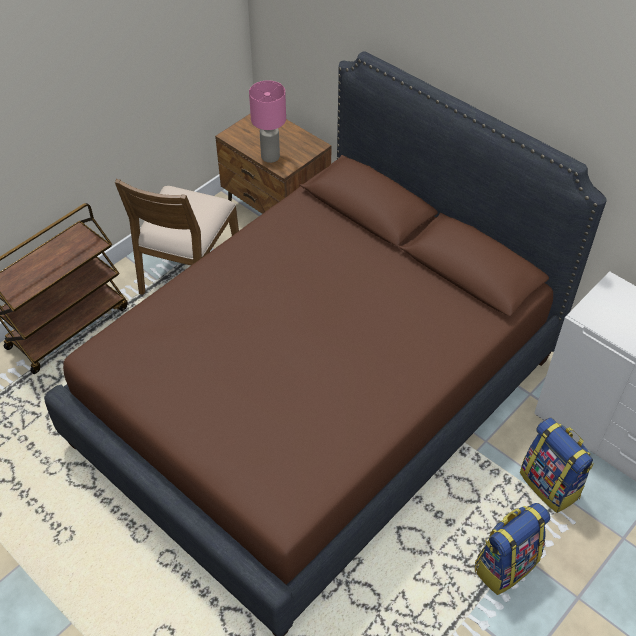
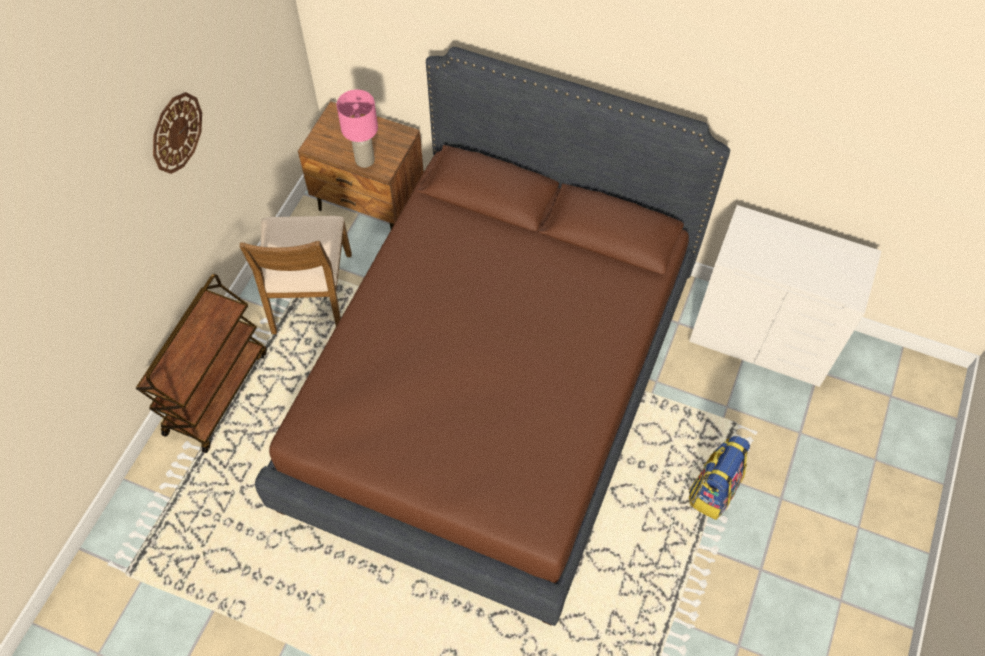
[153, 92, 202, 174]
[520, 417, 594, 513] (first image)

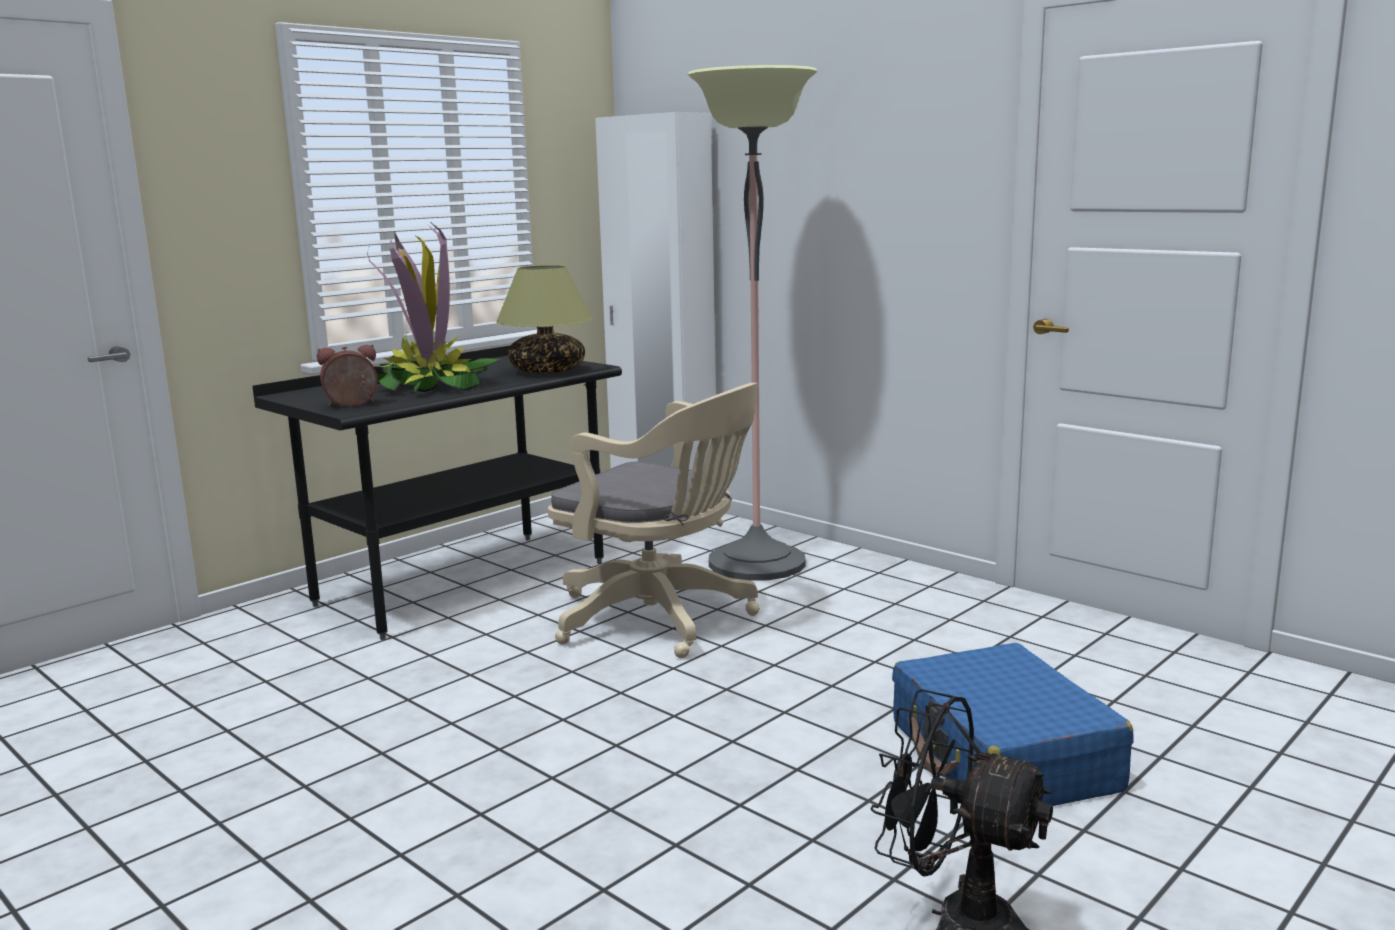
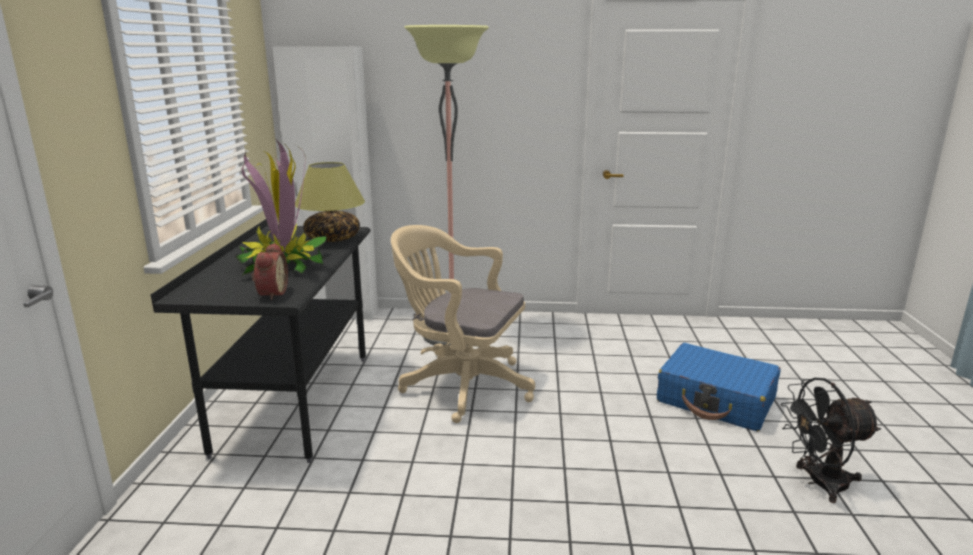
[252, 243, 288, 300]
[391, 225, 535, 423]

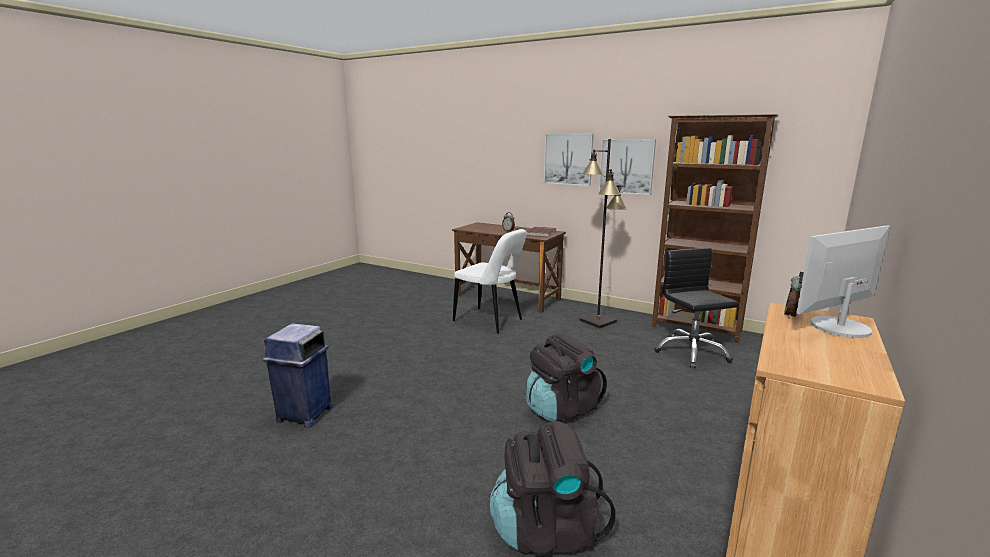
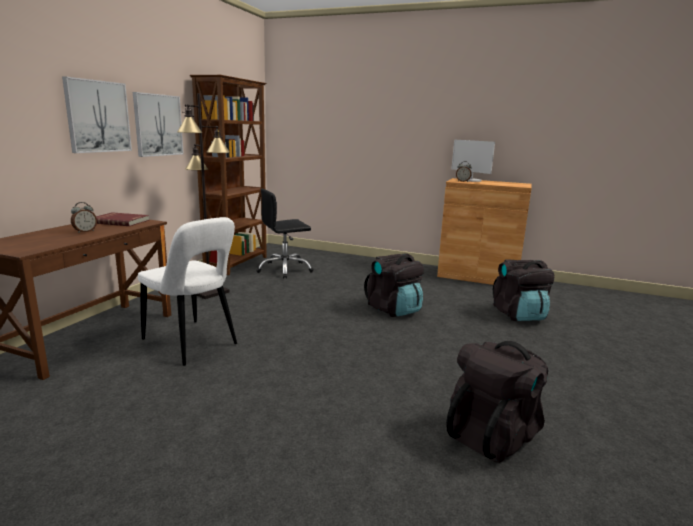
[138, 217, 237, 366]
[446, 341, 548, 463]

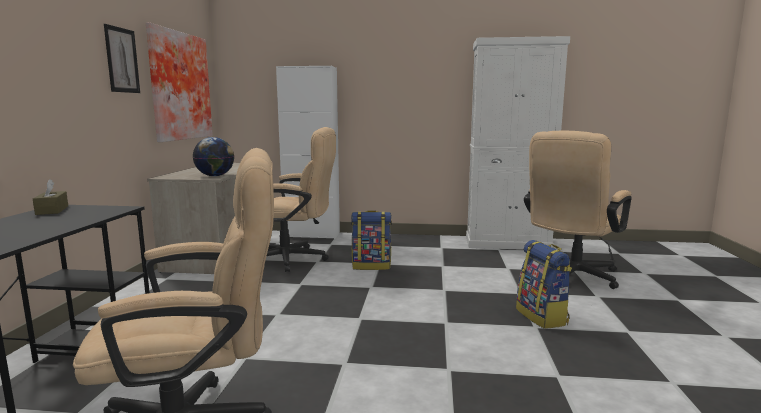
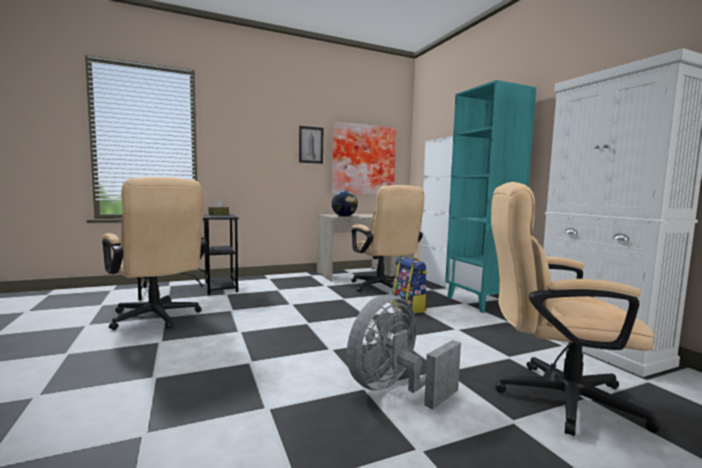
[347, 295, 461, 409]
[445, 80, 536, 313]

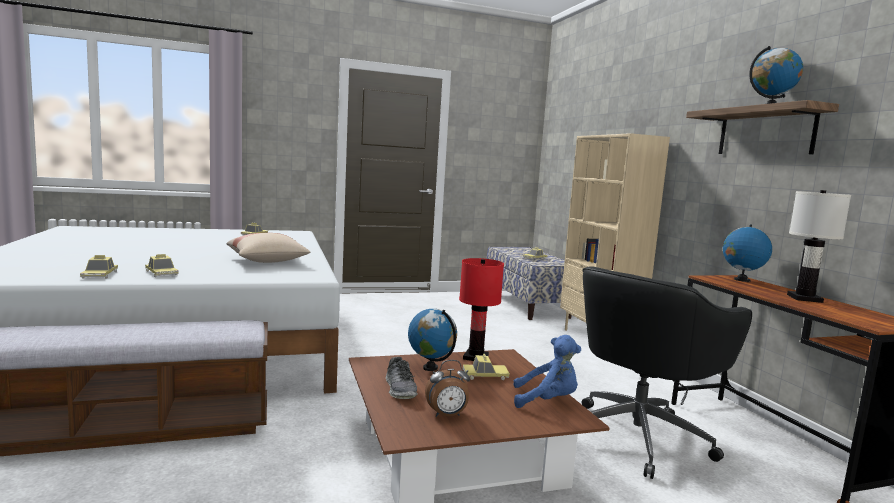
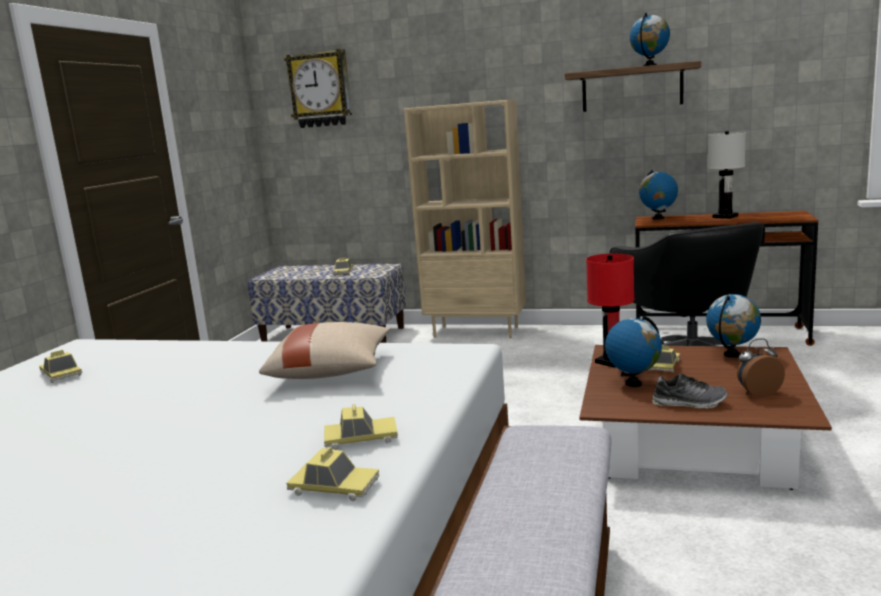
[284, 49, 352, 128]
[706, 294, 761, 358]
[737, 338, 785, 397]

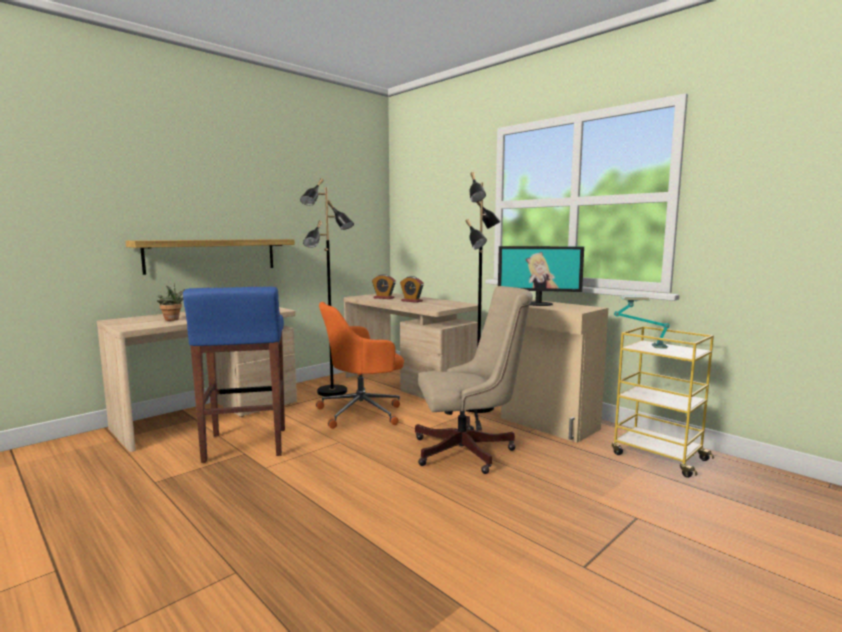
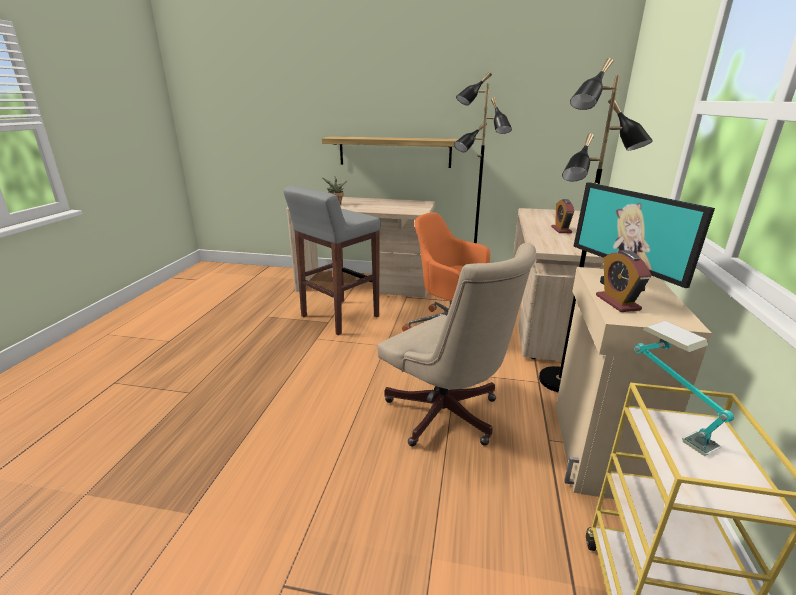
[283, 185, 381, 335]
[596, 250, 651, 312]

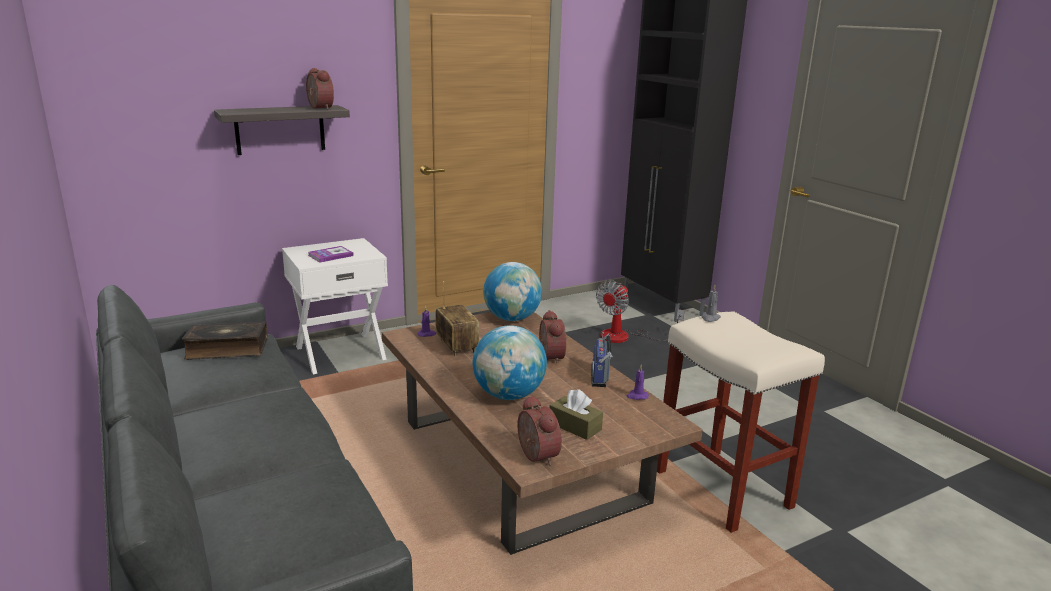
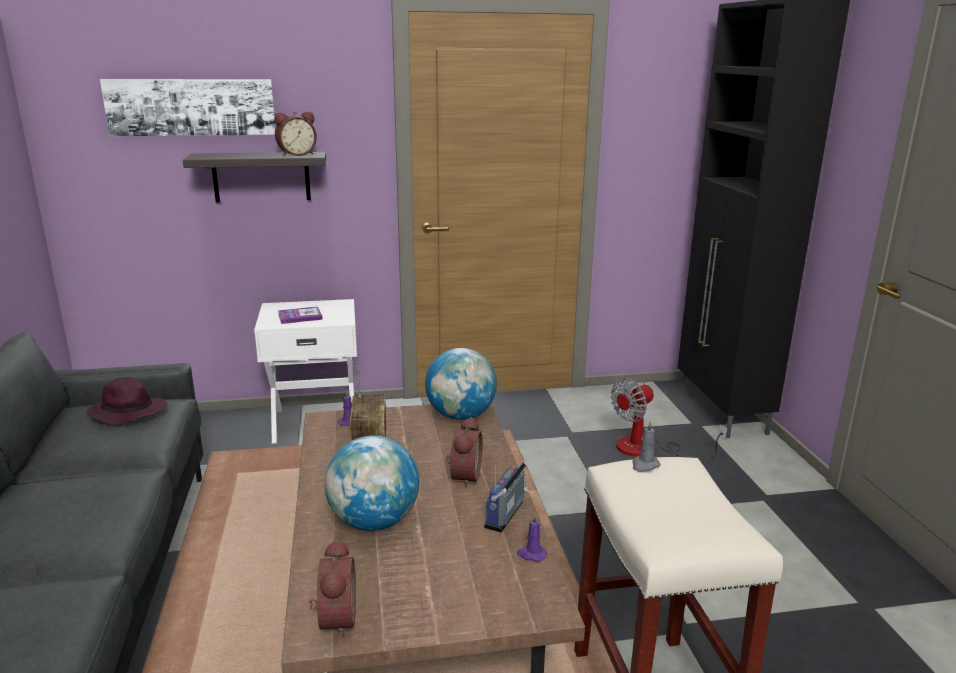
[86, 377, 167, 426]
[100, 79, 276, 136]
[274, 112, 317, 156]
[550, 389, 603, 440] (first image)

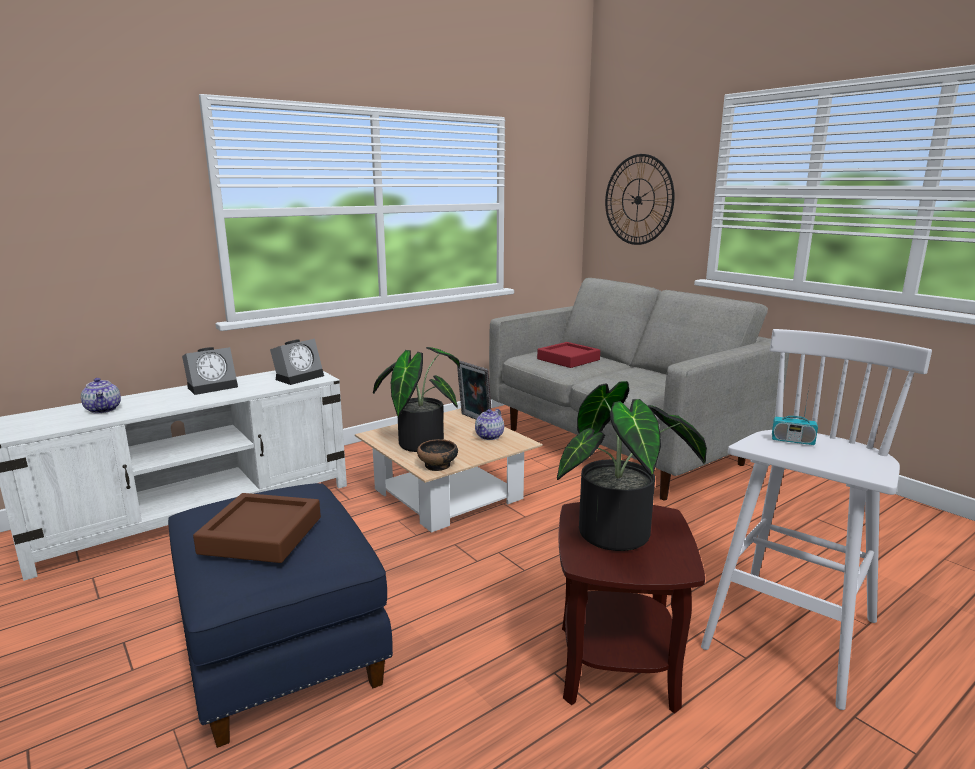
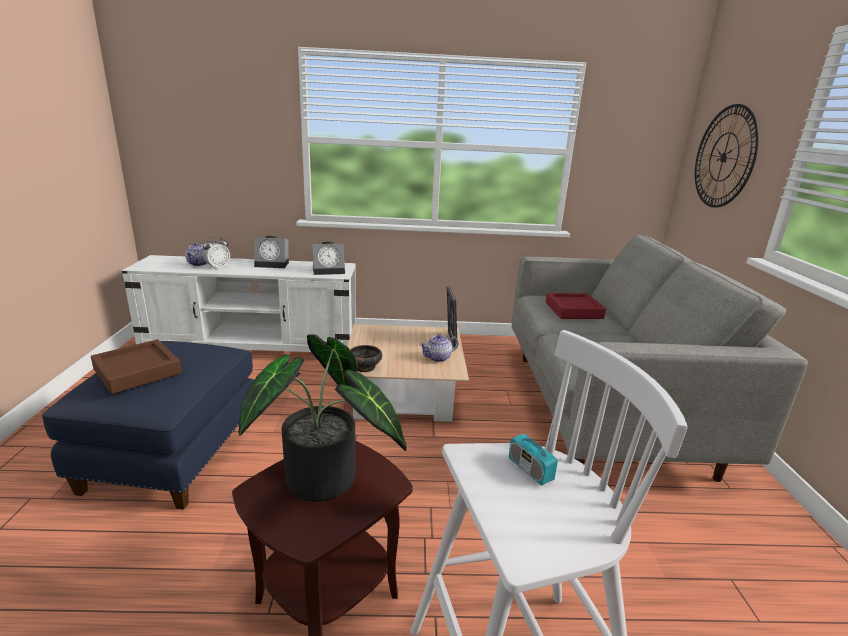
[203, 235, 230, 269]
[373, 347, 460, 452] (first image)

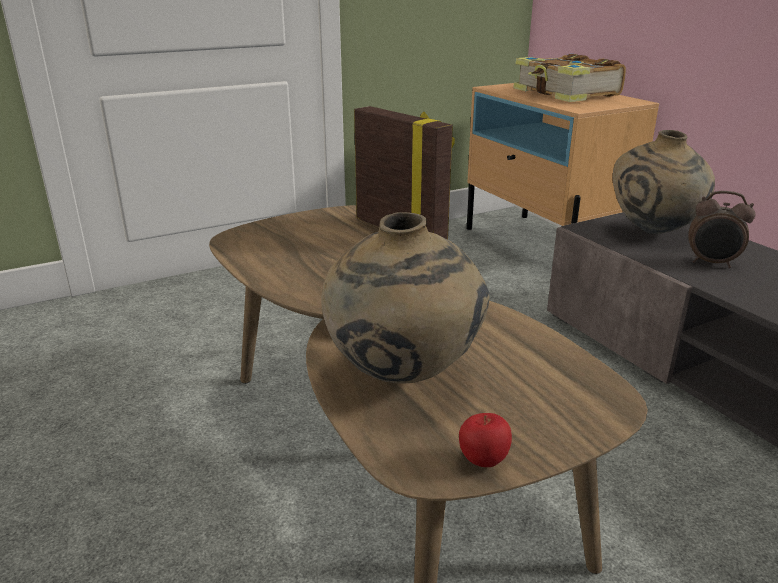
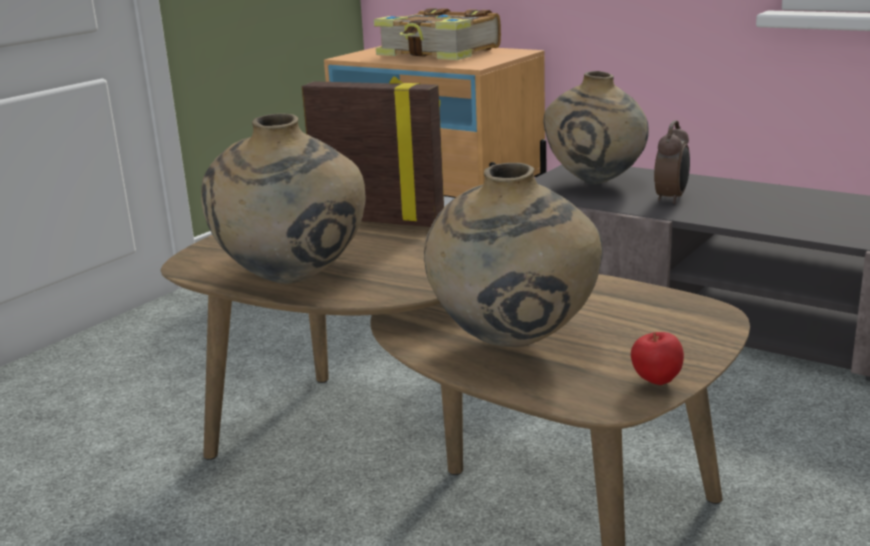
[201, 113, 365, 284]
[654, 120, 690, 204]

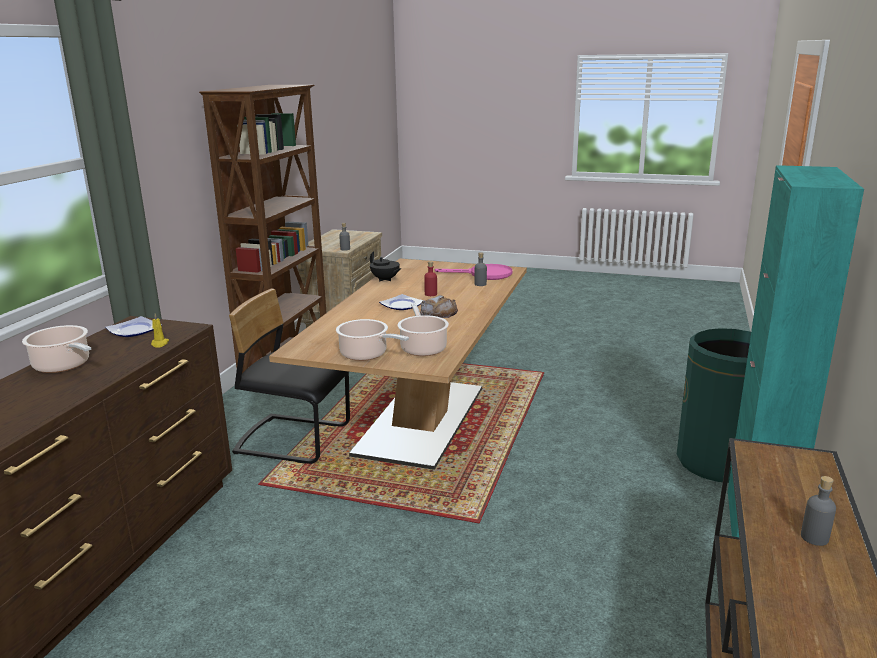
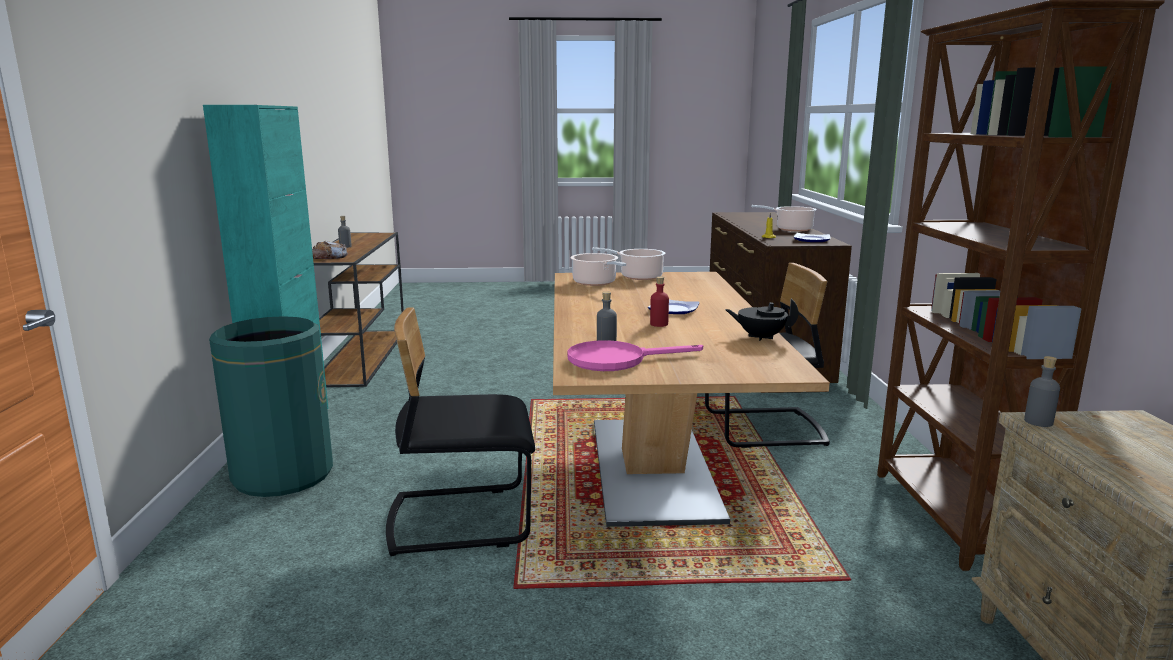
[312, 241, 348, 259]
[386, 307, 535, 556]

